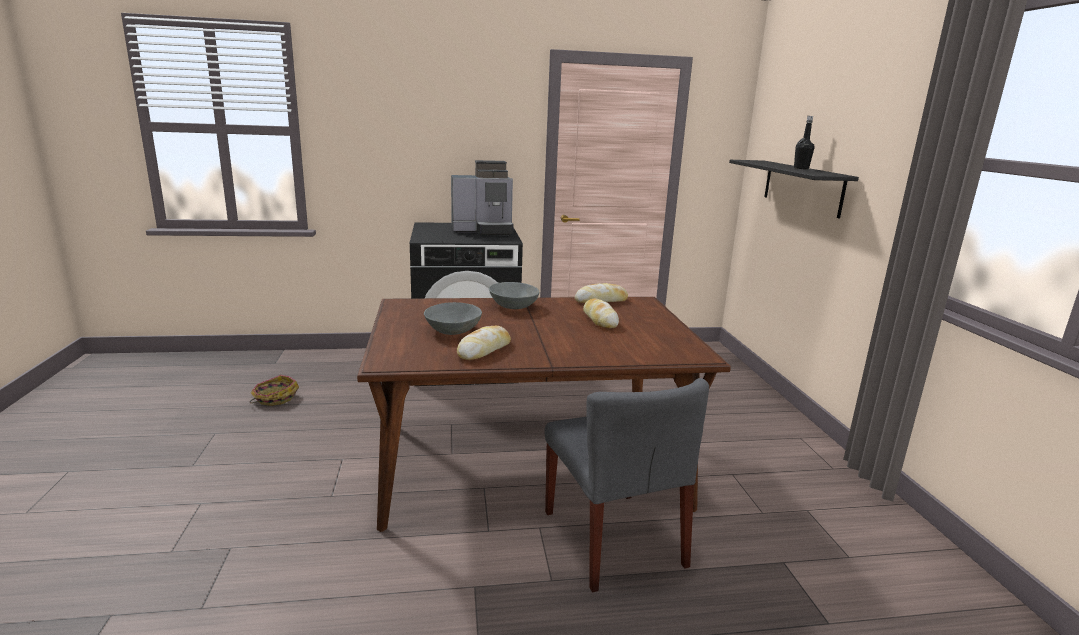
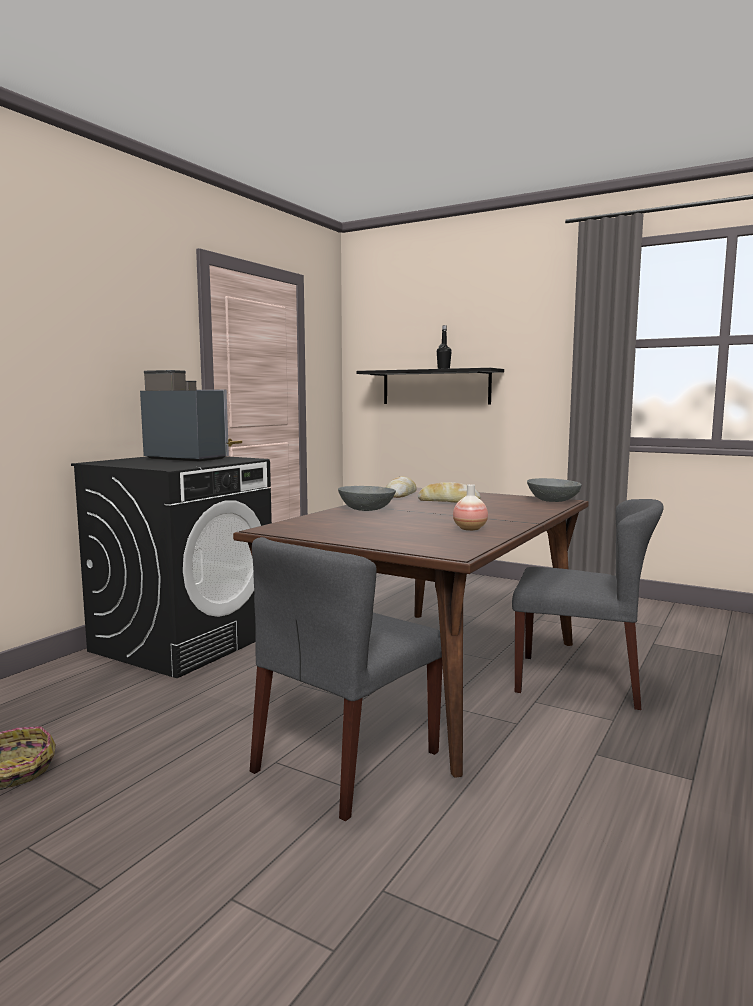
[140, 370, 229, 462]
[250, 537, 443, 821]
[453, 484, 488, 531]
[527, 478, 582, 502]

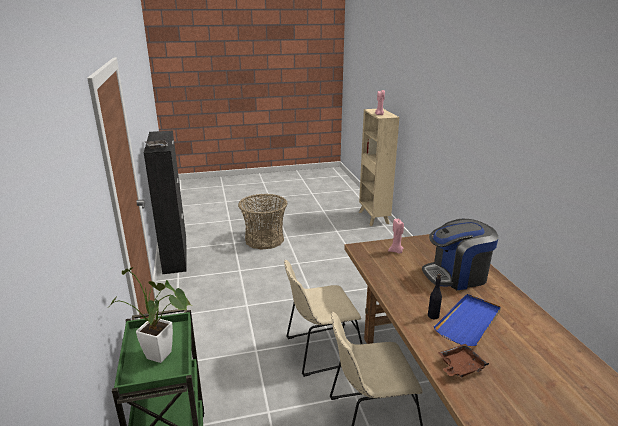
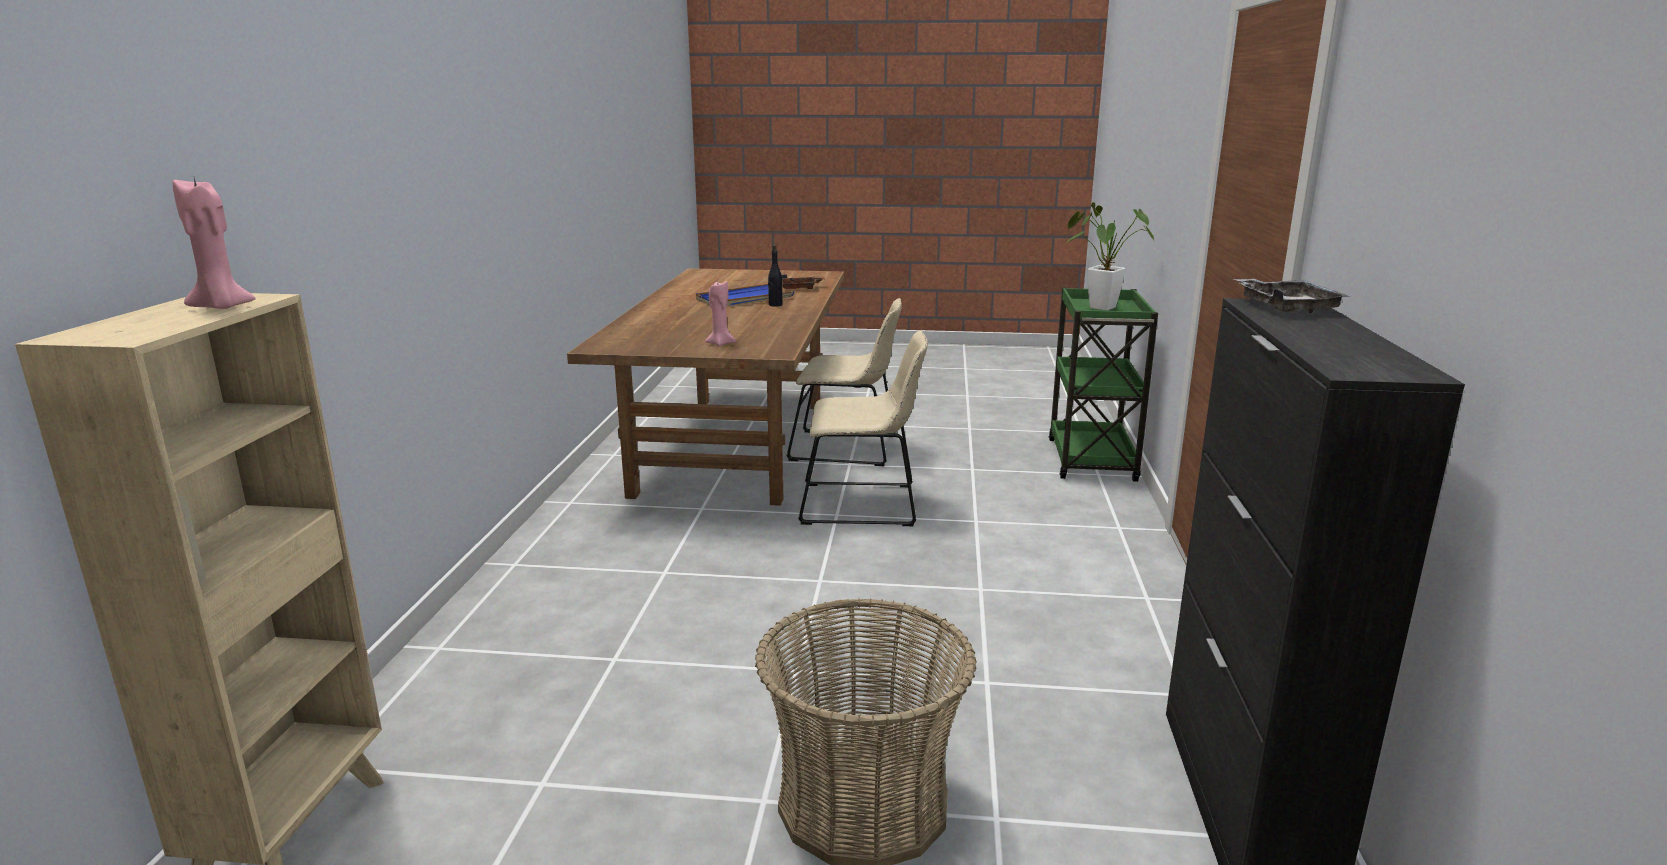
[422, 219, 498, 290] (first image)

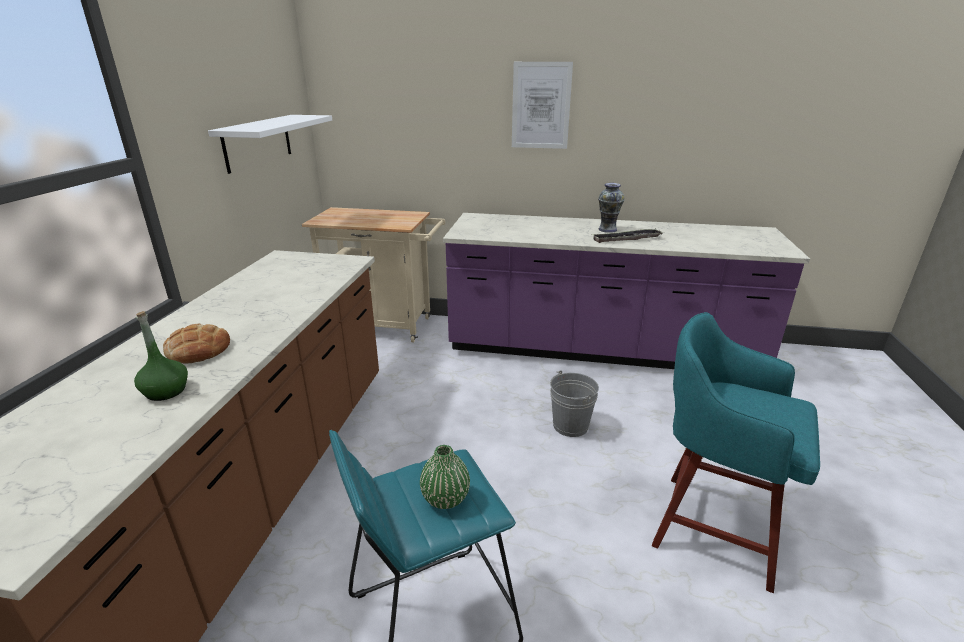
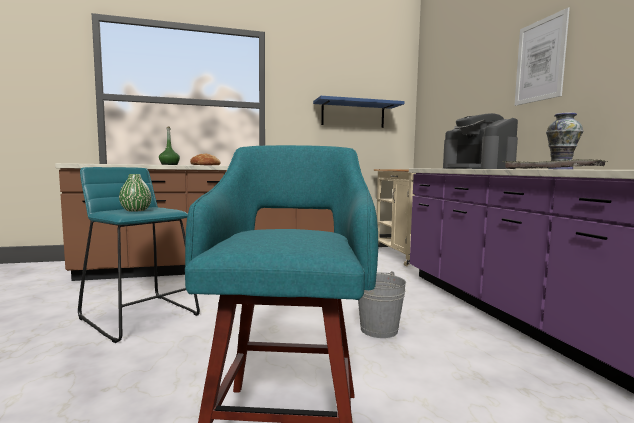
[313, 96, 404, 128]
[443, 113, 518, 169]

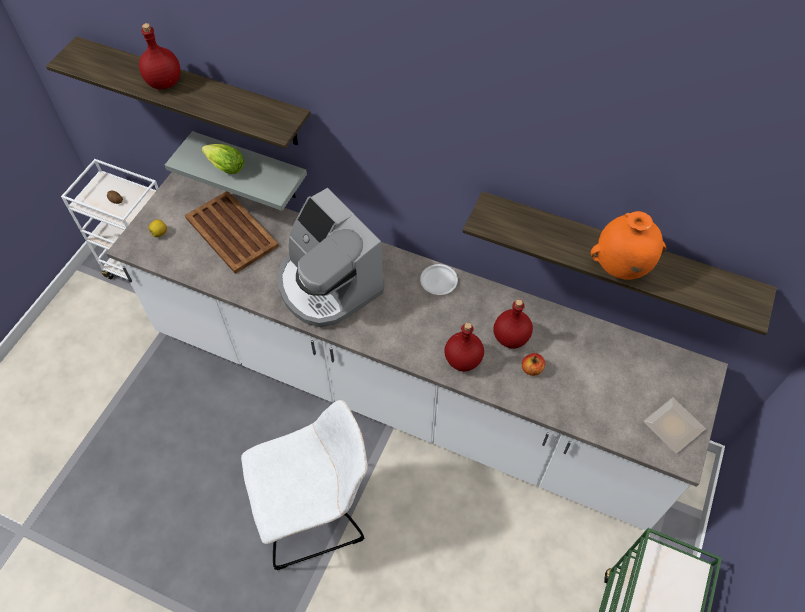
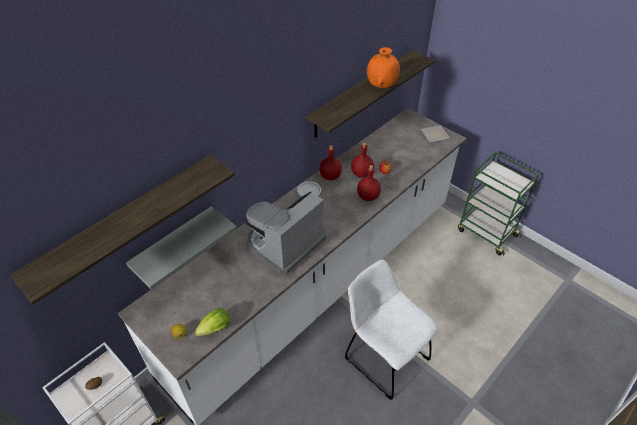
[195, 308, 230, 337]
[245, 191, 326, 274]
[319, 145, 342, 180]
[345, 259, 439, 400]
[185, 191, 279, 274] (first image)

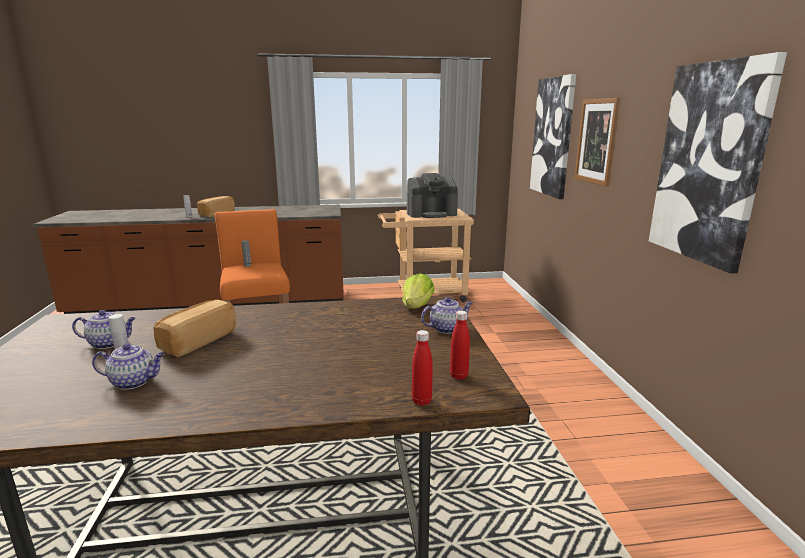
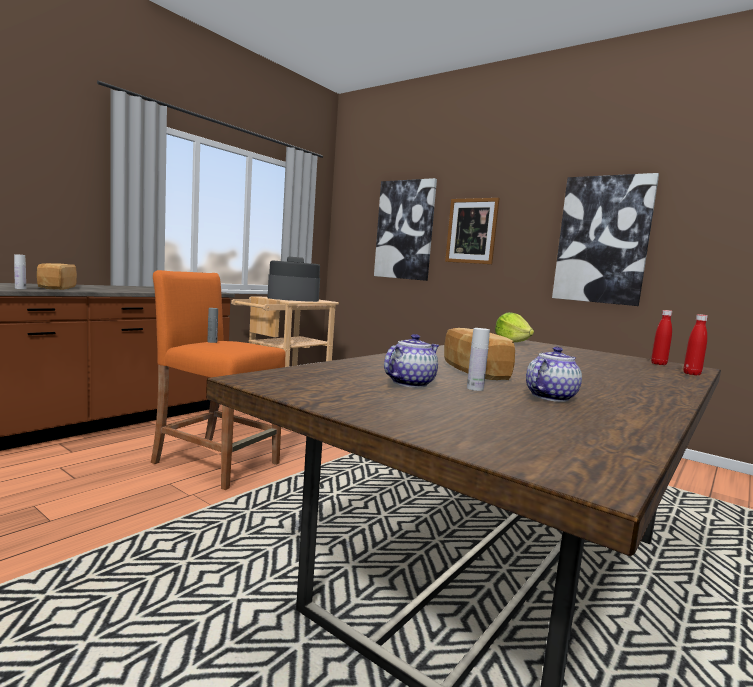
[268, 257, 320, 302]
[421, 297, 473, 334] (first image)

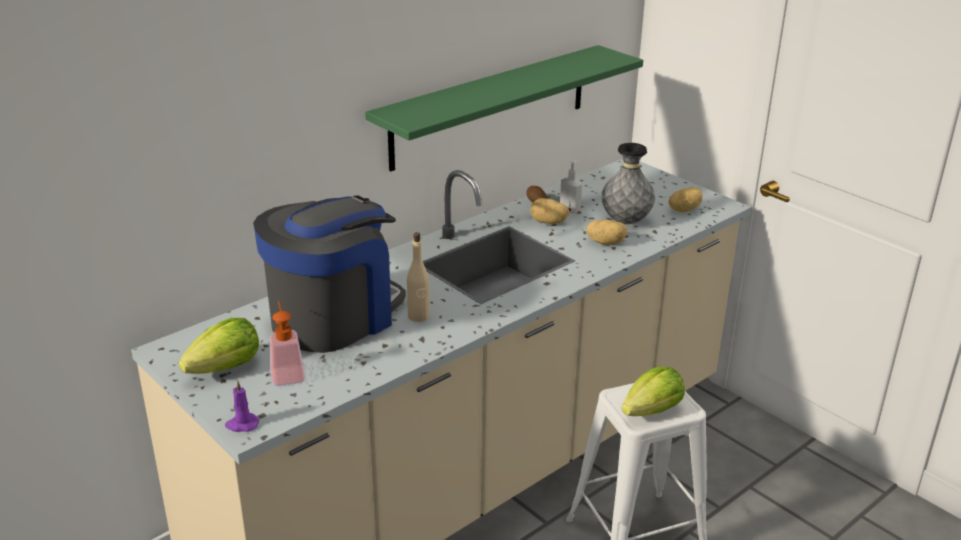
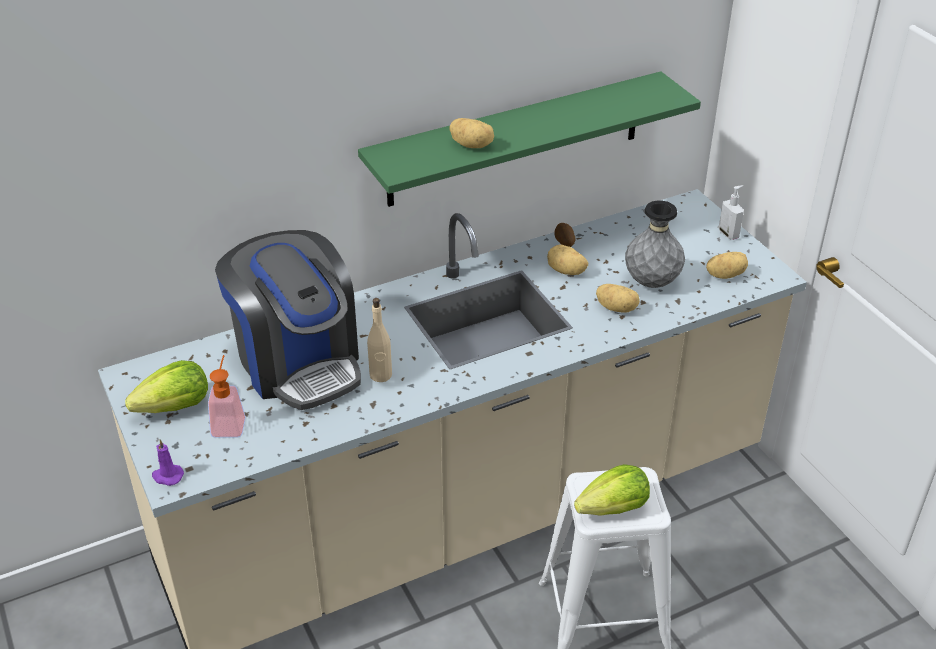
[215, 230, 361, 410]
[449, 118, 494, 148]
[719, 185, 744, 240]

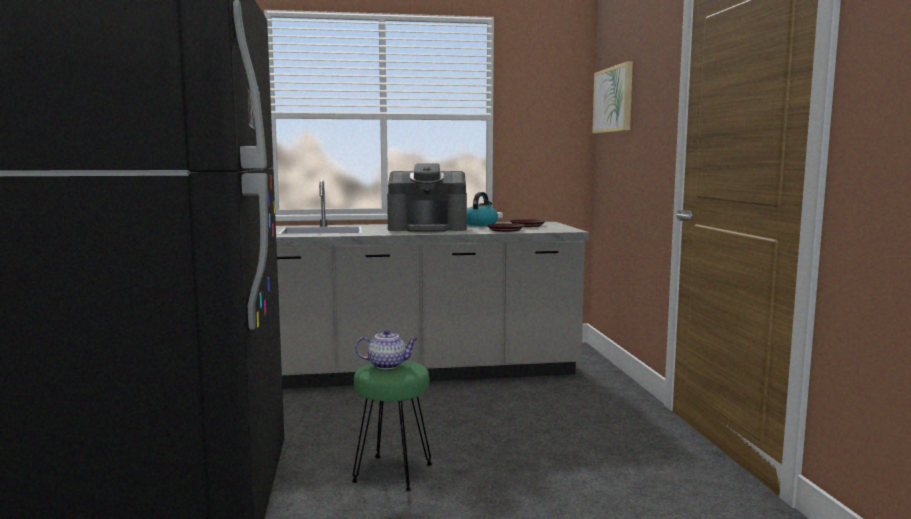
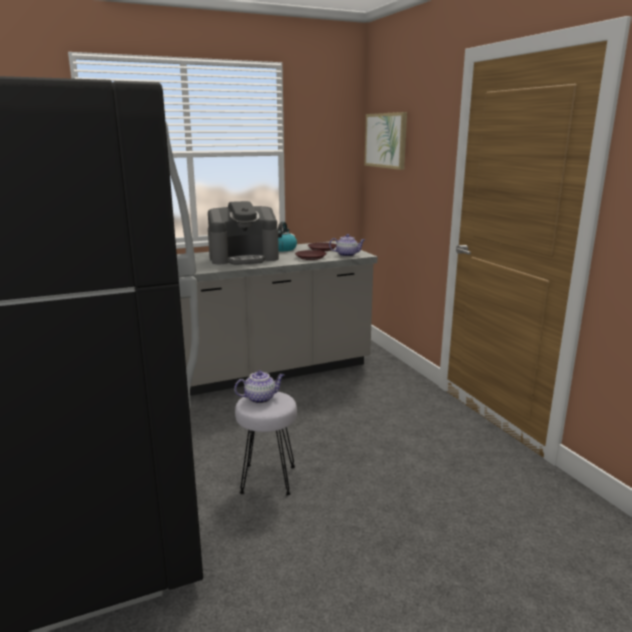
[235, 392, 297, 495]
[329, 234, 365, 257]

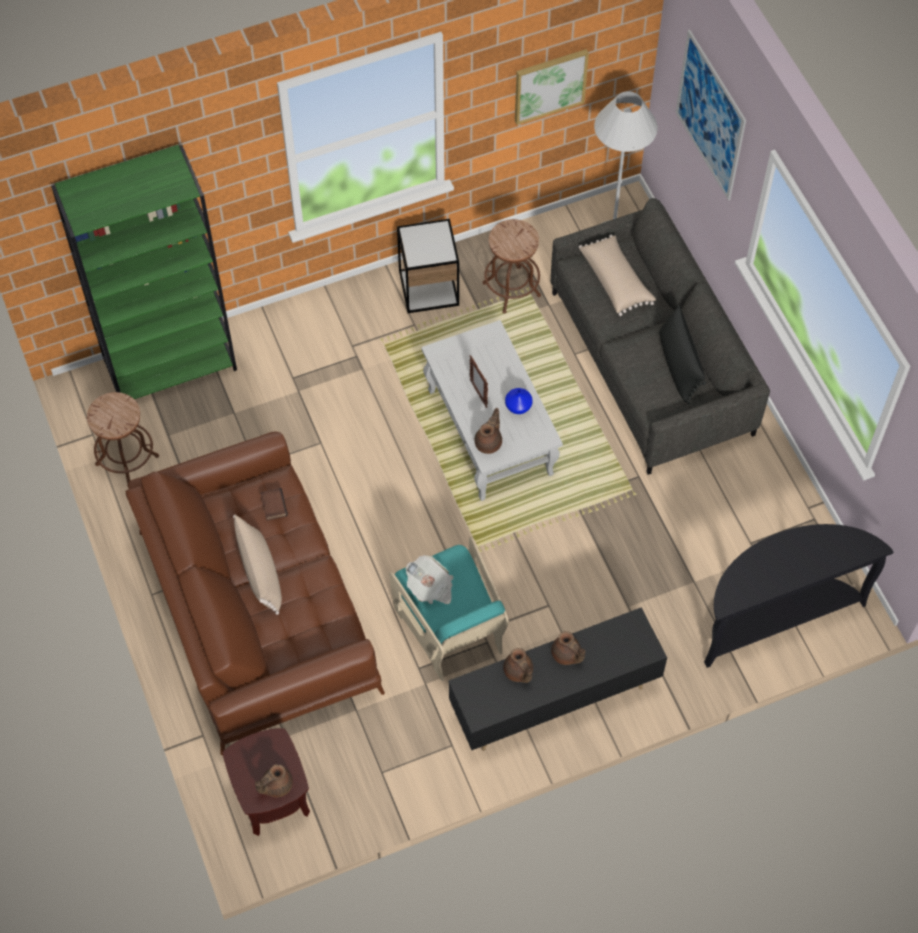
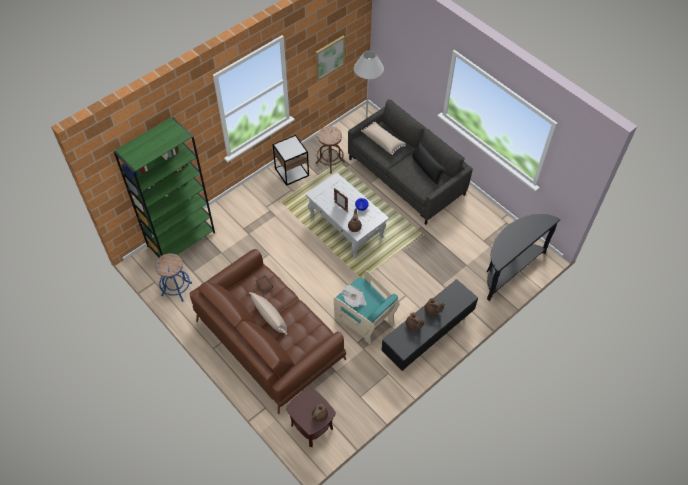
[155, 253, 192, 302]
[675, 30, 746, 200] (first image)

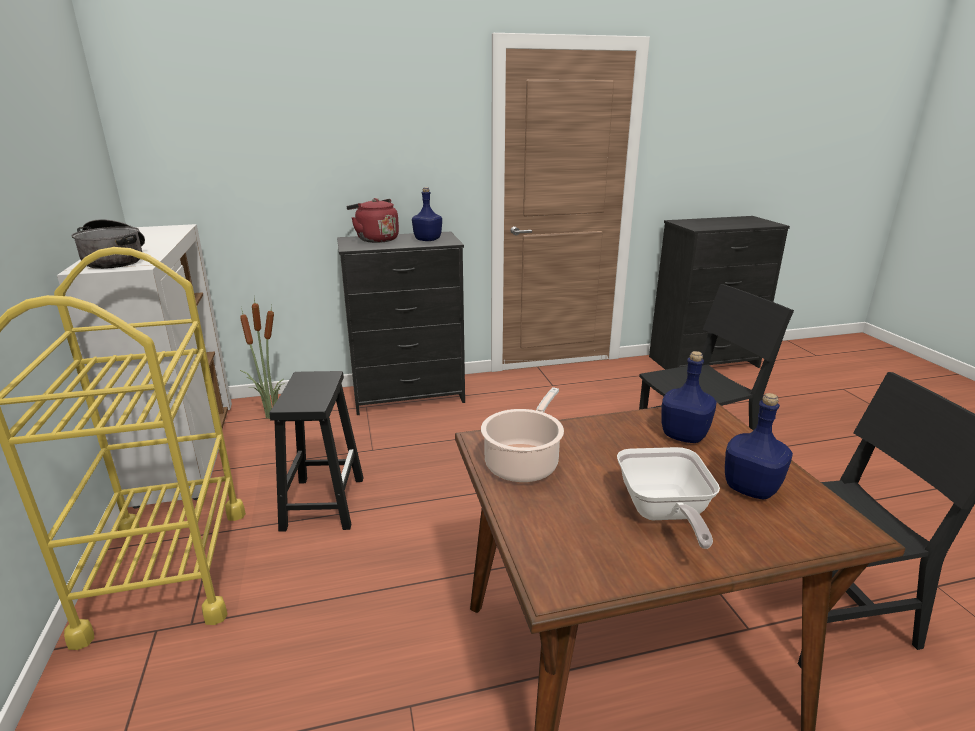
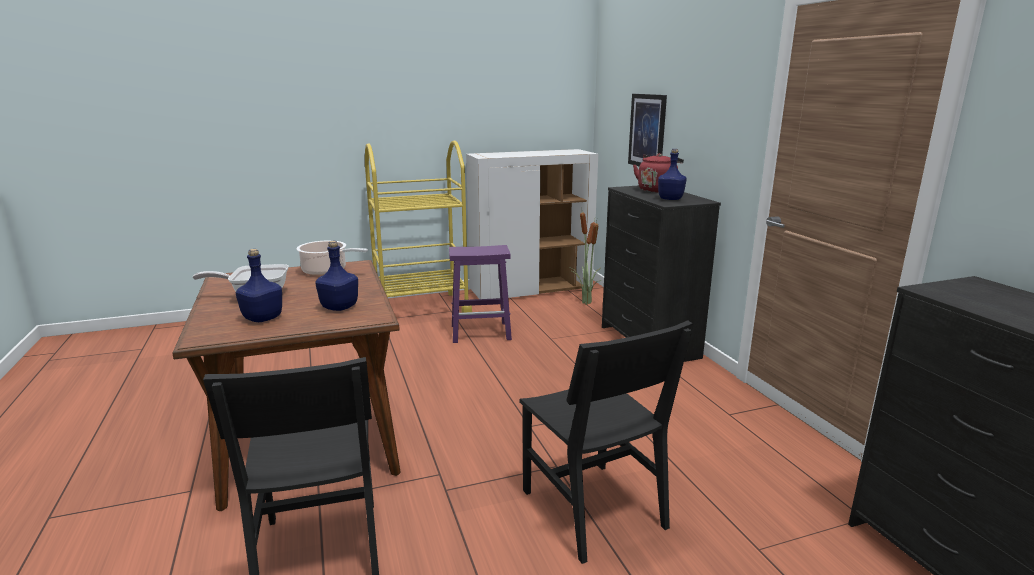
[449, 245, 512, 343]
[628, 94, 667, 166]
[71, 219, 145, 269] (first image)

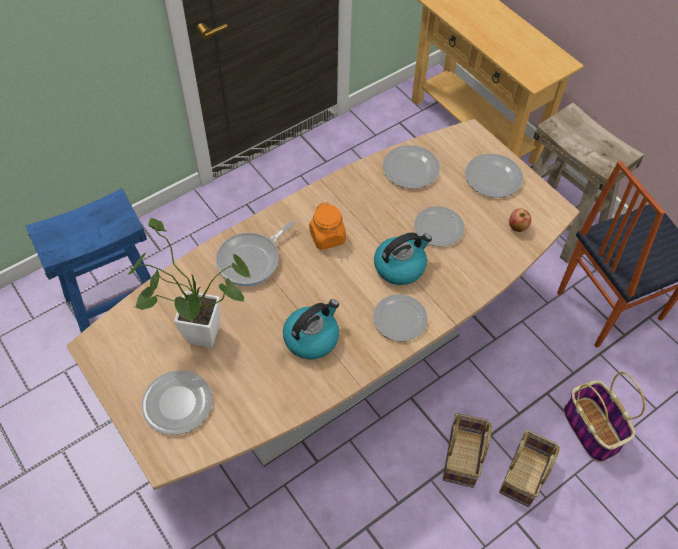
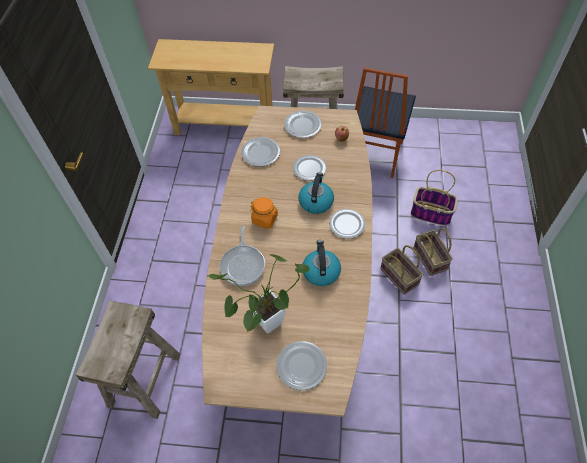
[75, 300, 180, 419]

